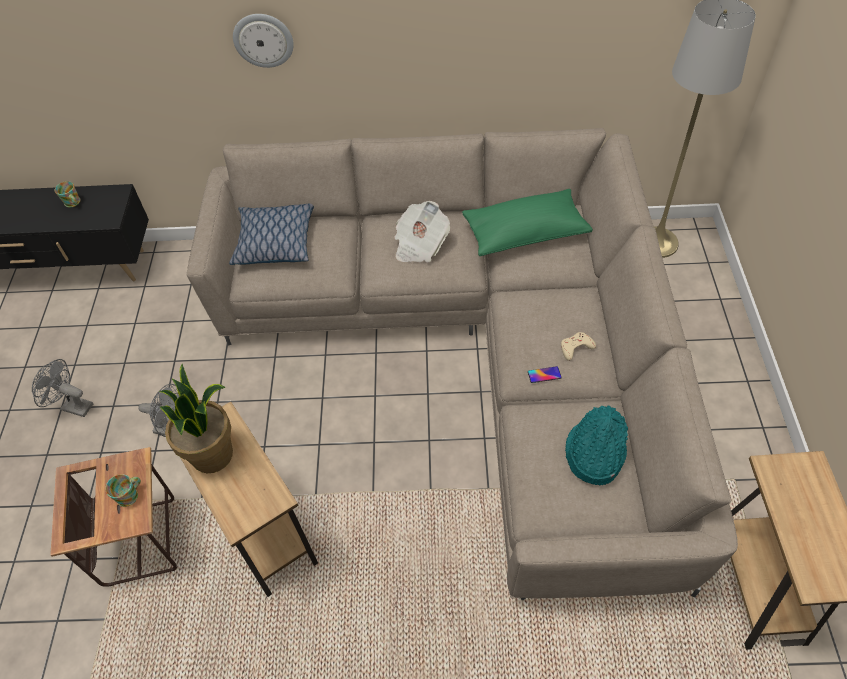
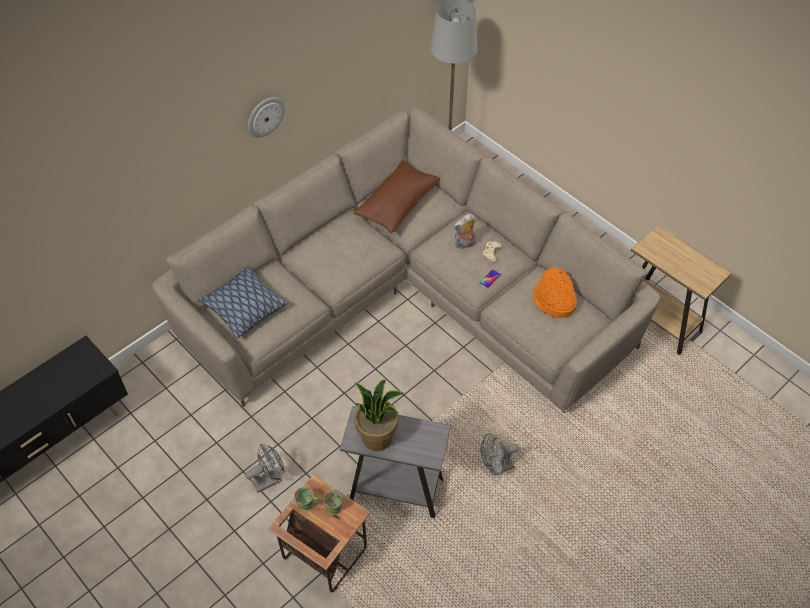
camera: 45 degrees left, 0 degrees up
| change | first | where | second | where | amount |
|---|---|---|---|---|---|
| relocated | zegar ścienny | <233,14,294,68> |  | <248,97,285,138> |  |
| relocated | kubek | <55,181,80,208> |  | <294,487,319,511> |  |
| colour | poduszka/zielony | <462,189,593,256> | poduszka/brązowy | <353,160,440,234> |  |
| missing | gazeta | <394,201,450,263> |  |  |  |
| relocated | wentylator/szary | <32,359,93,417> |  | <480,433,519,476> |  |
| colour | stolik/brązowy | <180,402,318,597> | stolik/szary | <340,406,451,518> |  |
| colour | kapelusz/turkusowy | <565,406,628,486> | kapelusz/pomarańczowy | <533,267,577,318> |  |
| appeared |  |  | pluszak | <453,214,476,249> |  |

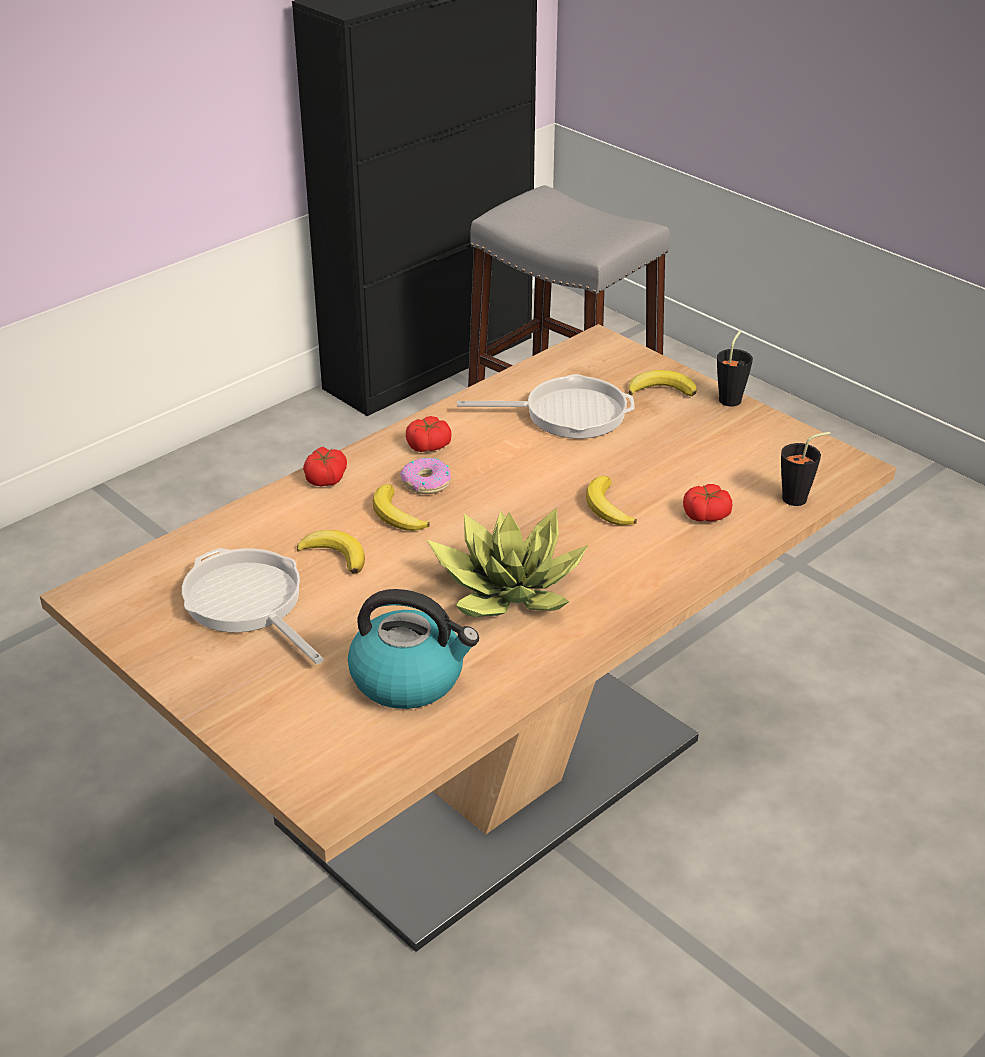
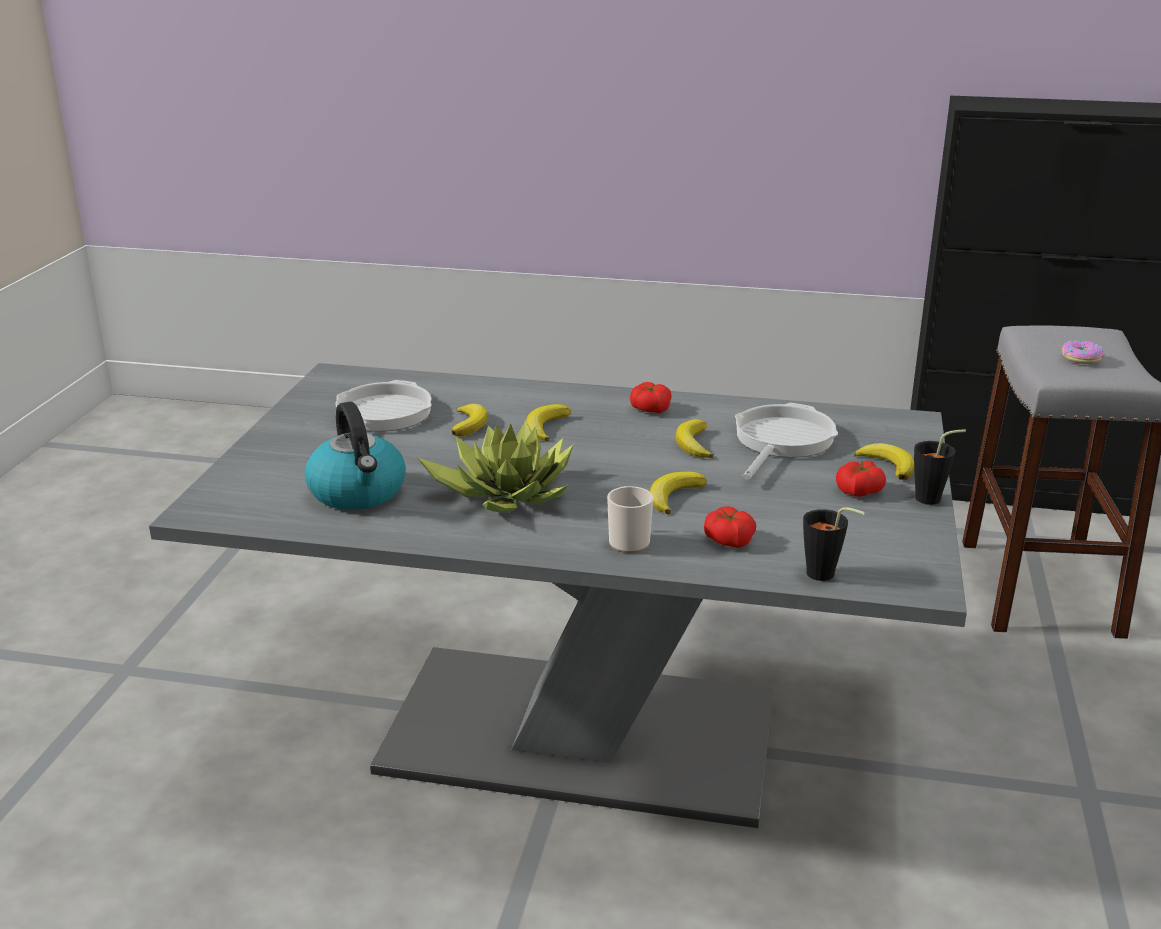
camera: 55 degrees right, 10 degrees down
| change | first | where | second | where | amount |
|---|---|---|---|---|---|
| colour | stół jadalny/brązowy | <40,324,896,952> | stół jadalny/szary | <149,363,967,828> |  |
| spun | patelnia | <457,374,634,439> |  | <735,403,838,479> | 120 degrees counterclockwise |
| relocated | pomidor | <303,447,347,487> |  | <836,461,886,497> |  |
| relocated | donut | <400,458,451,494> |  | <1062,340,1103,364> |  |
| appeared |  |  | banan | <676,419,714,458> |  |
| appeared |  |  | kubek | <607,486,653,553> |  |

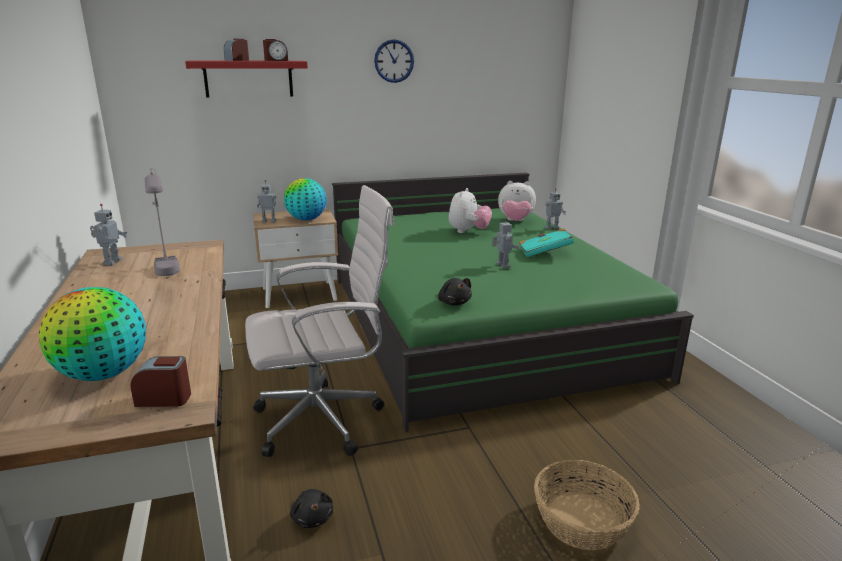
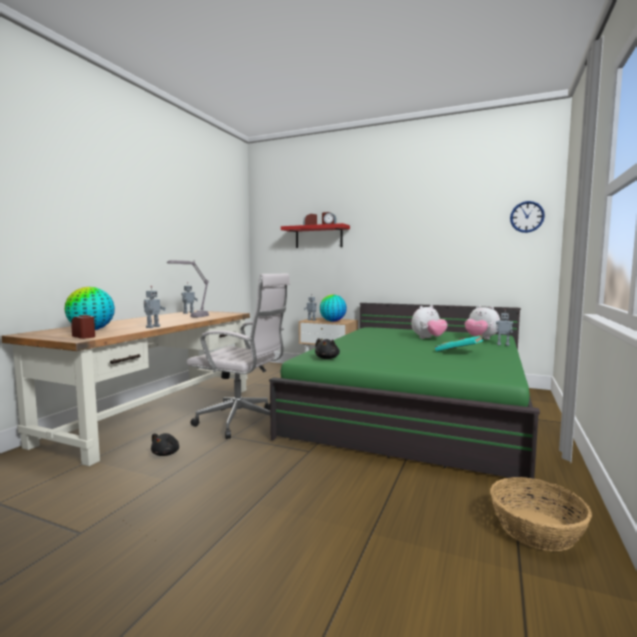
camera: 40 degrees right, 15 degrees down
| change | first | where | second | where | amount |
|---|---|---|---|---|---|
| relocated | zegar ścienny | <374,39,414,83> |  | <510,201,545,233> |  |
| relocated | robot zabawkowy | <492,218,519,269> |  | <144,286,166,328> |  |
| relocated | koszyk | <534,460,640,550> |  | <490,477,592,551> |  |

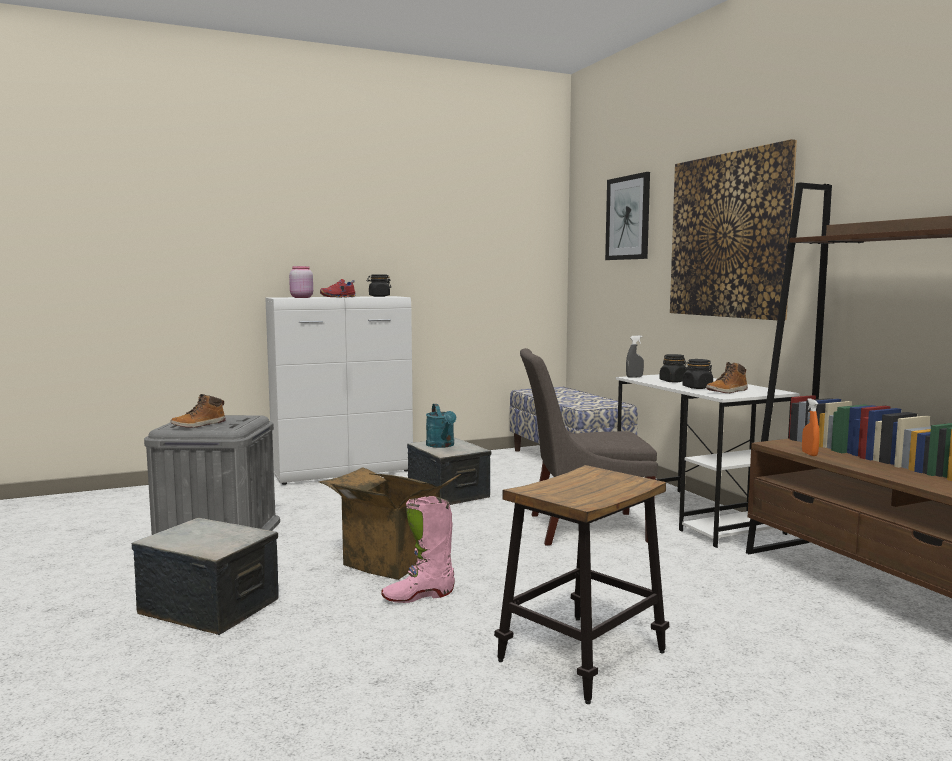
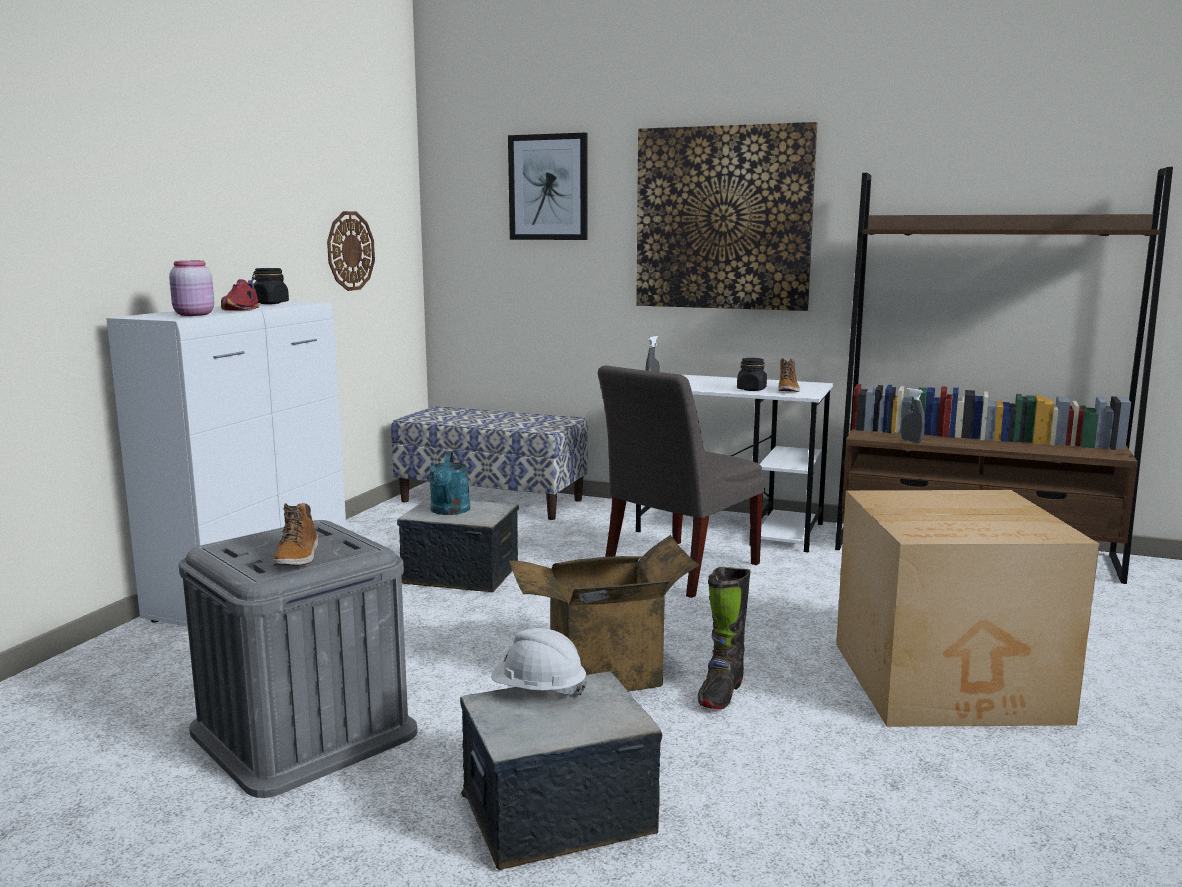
camera: 45 degrees left, 5 degrees up
| change | first | where | second | where | amount |
|---|---|---|---|---|---|
| missing | słoik/czarny | <659,354,687,382> |  |  |  |
| colour | spryskiwacz/pomarańczowy | <802,398,820,456> | spryskiwacz/szary | <901,388,925,442> |  |
| spun | konewka/turkusowy | <426,404,456,448> |  | <429,451,470,515> | 60 degrees clockwise |
| exchanged | stołek | <494,465,669,704> | karton | <836,490,1099,727> |  |
| colour | but z cholewką/różowy | <381,496,455,603> | but z cholewką/czarny | <698,567,751,709> |  |
| appeared |  |  | zegar ścienny | <327,211,375,291> |  |
| appeared |  |  | kask/biały | <491,628,588,695> |  |

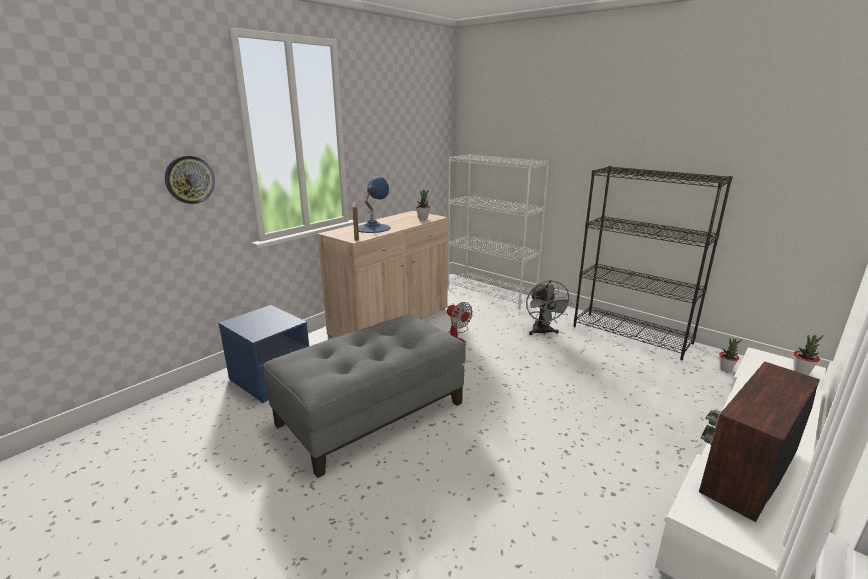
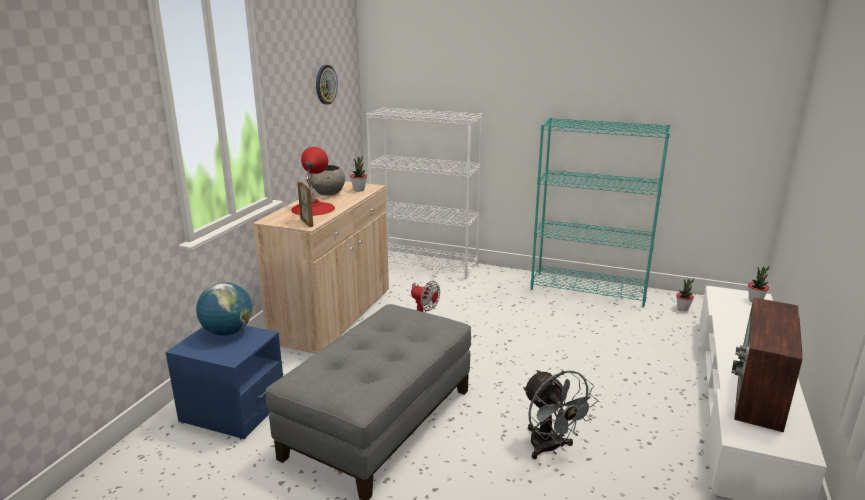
camera: 20 degrees left, 0 degrees up
| change | first | where | second | where | amount |
|---|---|---|---|---|---|
| relocated | zegar ścienny | <165,156,215,204> |  | <316,65,338,105> |  |
| colour | regał/czarny | <573,166,733,360> | regał/turkusowy | <531,118,670,307> |  |
| colour | lampa stołowa/niebieski | <358,176,391,233> | lampa stołowa/czerwony | <291,147,335,216> |  |
| relocated | wentylator/szary | <526,280,573,335> |  | <523,370,598,459> |  |
| appeared |  |  | miska/szary | <309,165,345,196> |  |
| appeared |  |  | globus | <196,282,252,336> |  |

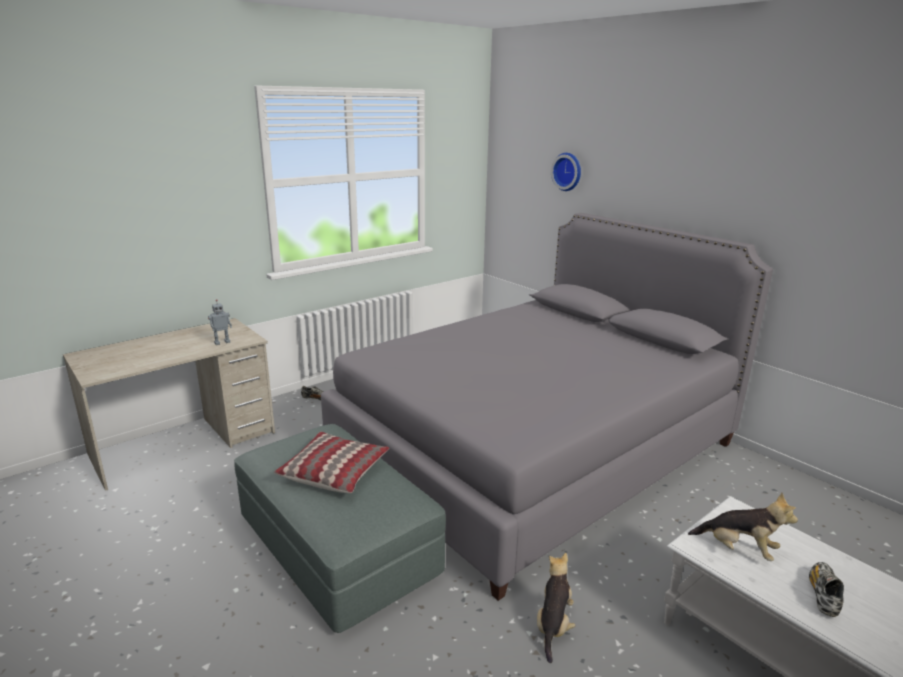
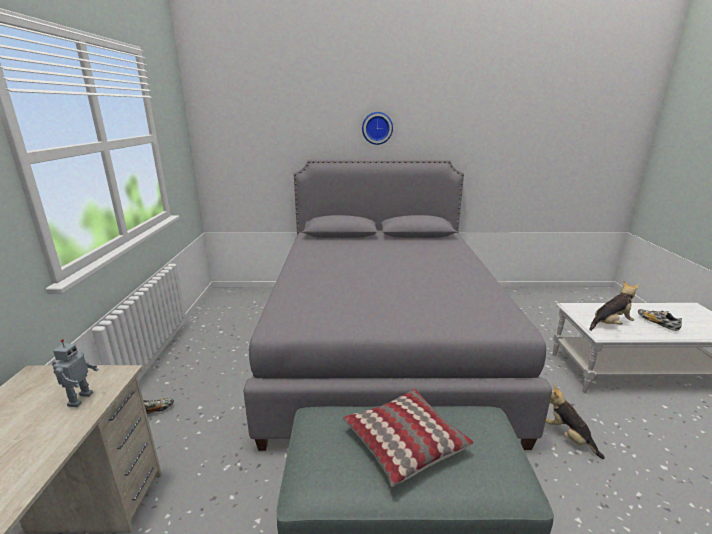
camera: 50 degrees left, 0 degrees up
| change | first | where | second | where | amount |
|---|---|---|---|---|---|
| relocated | zegar ścienny | <551,153,581,191> |  | <362,112,393,145> |  |

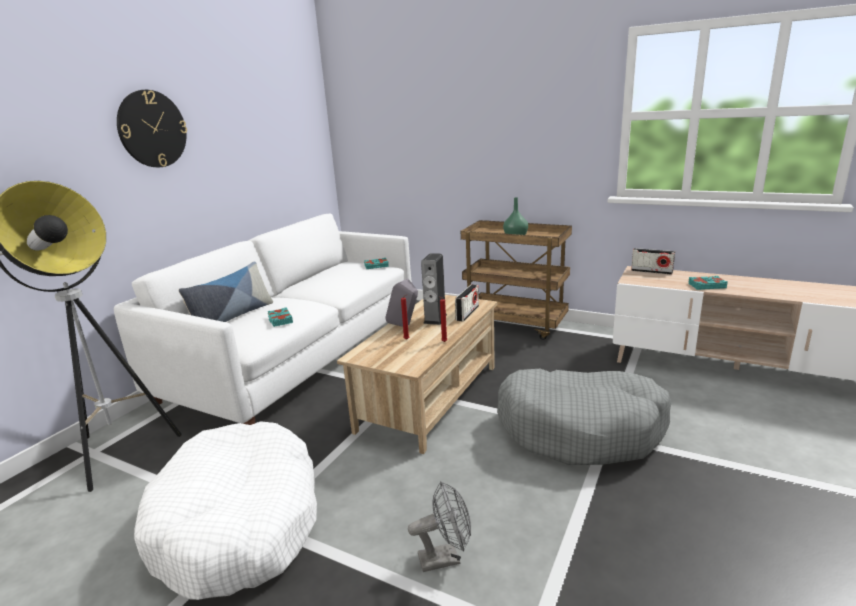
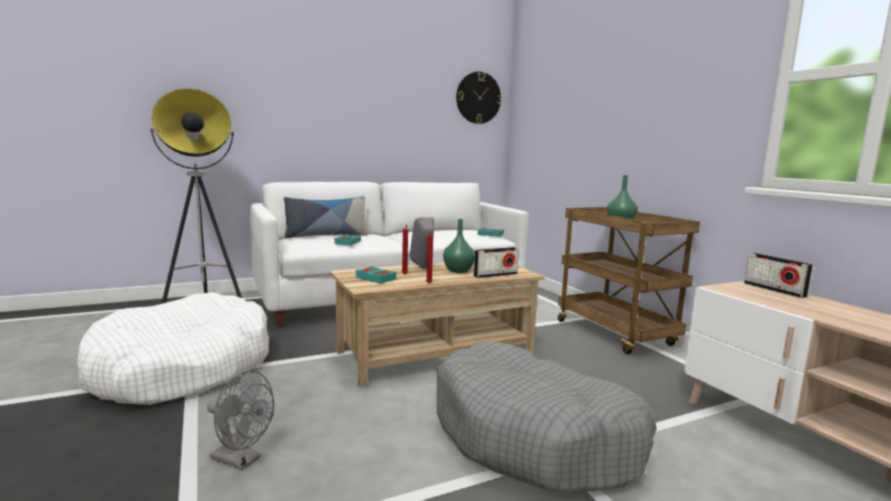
camera: 35 degrees right, 10 degrees down
| change | first | where | second | where | amount |
|---|---|---|---|---|---|
| relocated | zegar ścienny | <117,90,187,167> |  | <456,72,502,124> |  |
| exchanged | głośnik | <421,253,447,325> | wazon/zielony | <443,219,475,273> |  |
| relocated | książka/turkusowy | <688,276,728,290> |  | <356,266,397,284> |  |

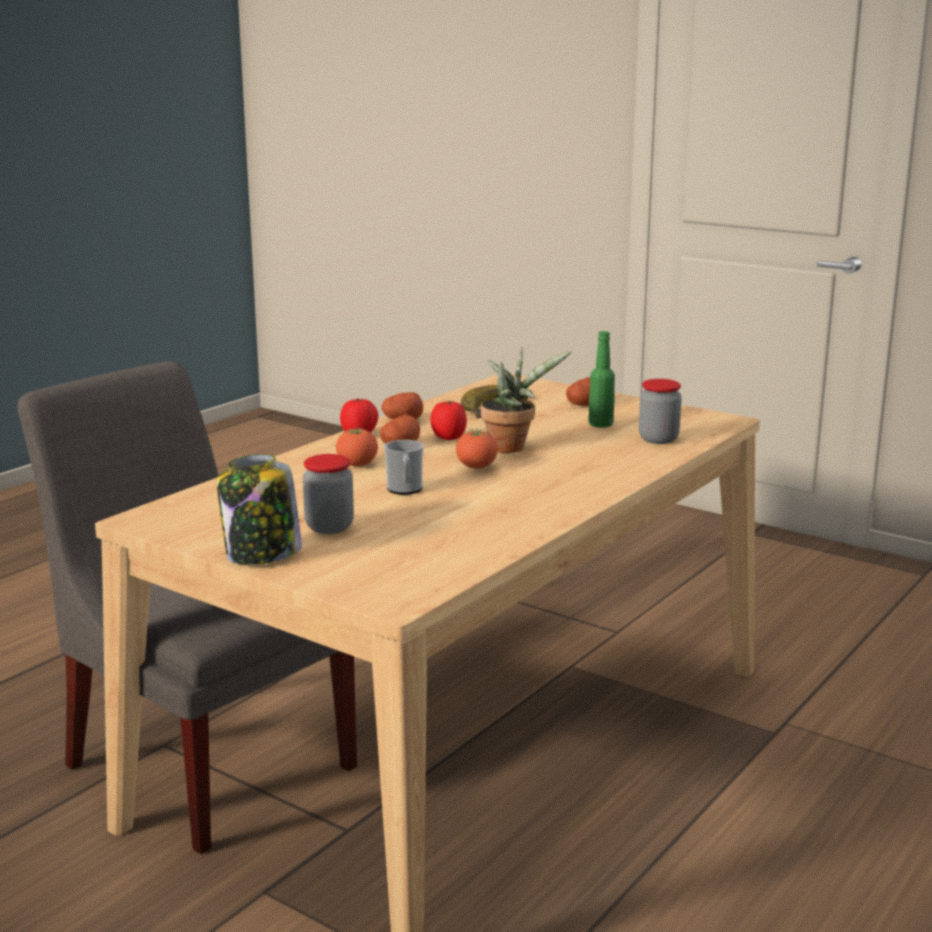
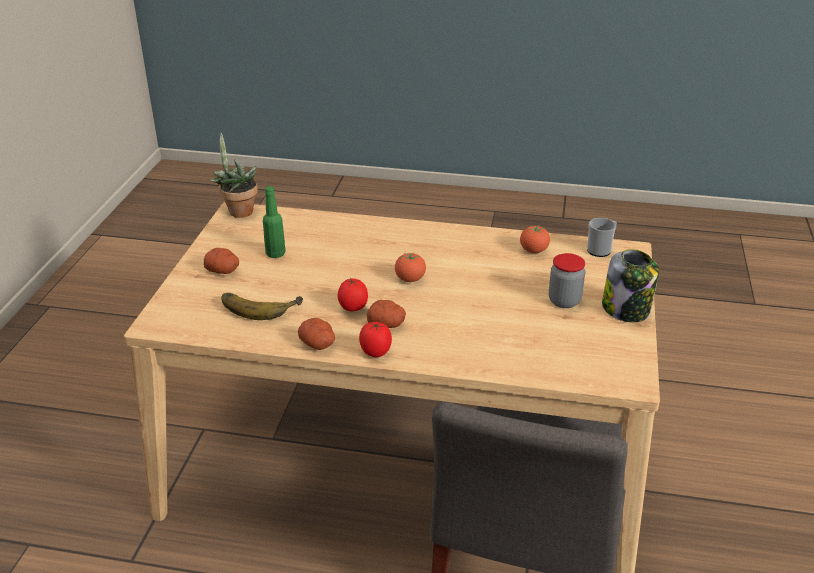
camera: 115 degrees left, 15 degrees up
| change | first | where | second | where | amount |
|---|---|---|---|---|---|
| relocated | roślina doniczkowa | <481,347,572,453> |  | <210,133,258,218> |  |
| missing | słoik | <639,379,682,444> |  |  |  |
| relocated | pomidor | <336,426,378,466> |  | <520,225,550,253> |  |
| relocated | kubek | <384,440,424,495> |  | <587,218,617,257> |  |

